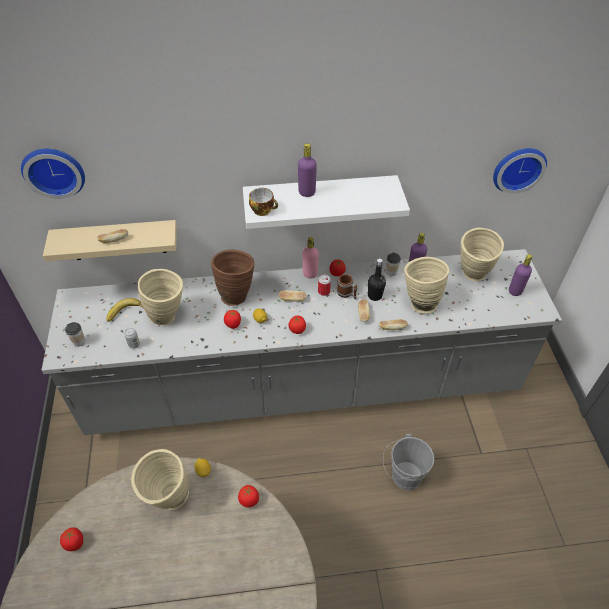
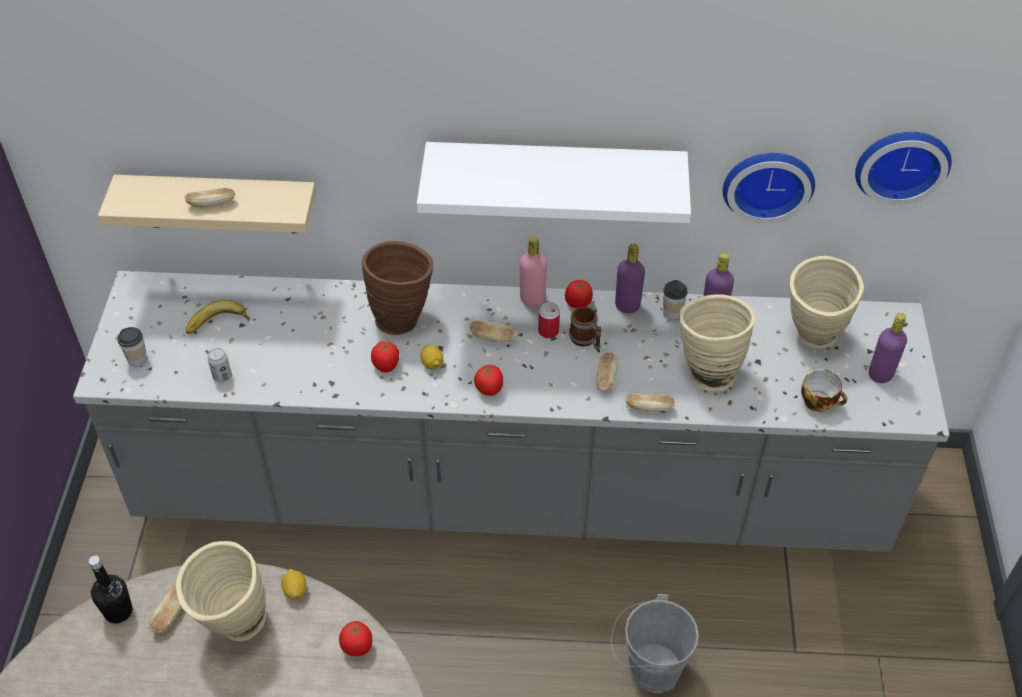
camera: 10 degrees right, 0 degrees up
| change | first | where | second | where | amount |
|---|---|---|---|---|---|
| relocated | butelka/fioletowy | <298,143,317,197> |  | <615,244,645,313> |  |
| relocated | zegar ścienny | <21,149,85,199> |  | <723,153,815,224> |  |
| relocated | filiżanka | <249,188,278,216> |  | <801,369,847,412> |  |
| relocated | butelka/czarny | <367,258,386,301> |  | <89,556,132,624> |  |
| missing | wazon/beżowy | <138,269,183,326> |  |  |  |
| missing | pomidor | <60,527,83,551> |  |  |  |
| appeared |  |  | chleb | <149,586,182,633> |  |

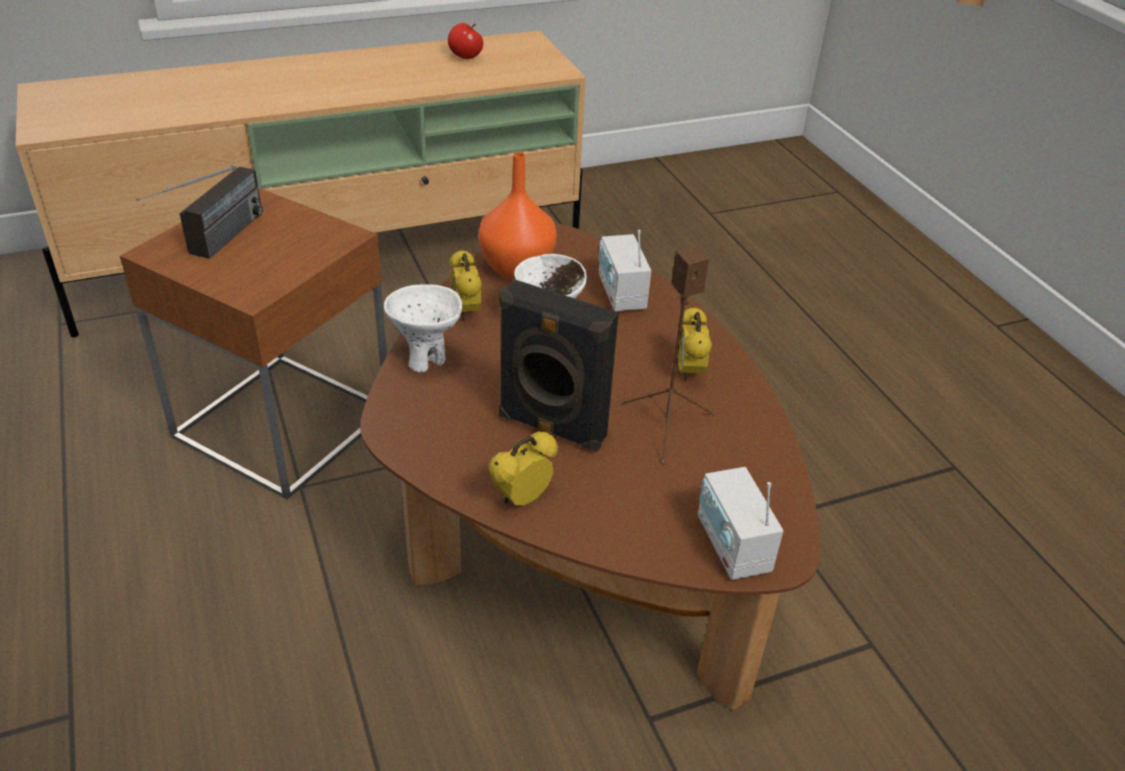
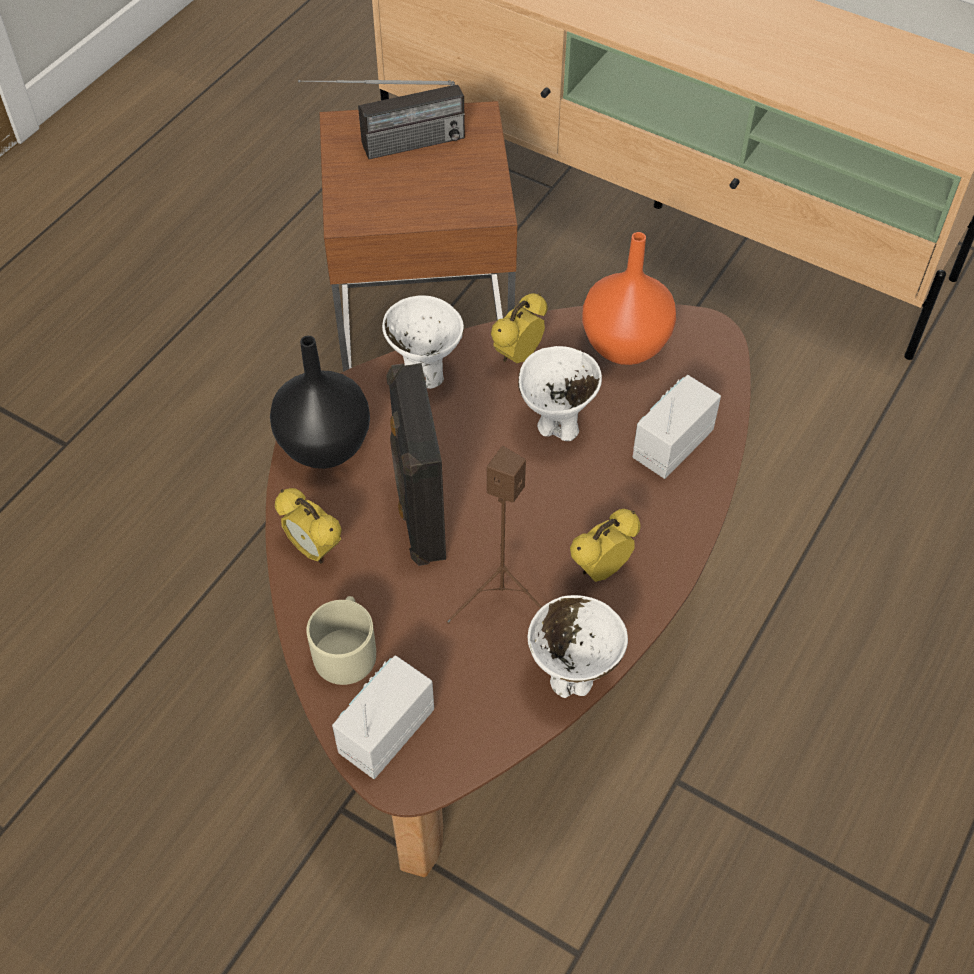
camera: 55 degrees right, 15 degrees up
| change | first | where | second | where | amount |
|---|---|---|---|---|---|
| missing | jabłko | <448,23,483,59> |  |  |  |
| spun | budzik | <488,432,558,505> |  | <275,488,342,564> | 150 degrees counterclockwise |
| appeared |  |  | wazon/czarny | <270,336,370,469> |  |
| appeared |  |  | miska/biały | <527,595,628,698> |  |
| appeared |  |  | kubek/beżowy | <306,596,376,685> |  |

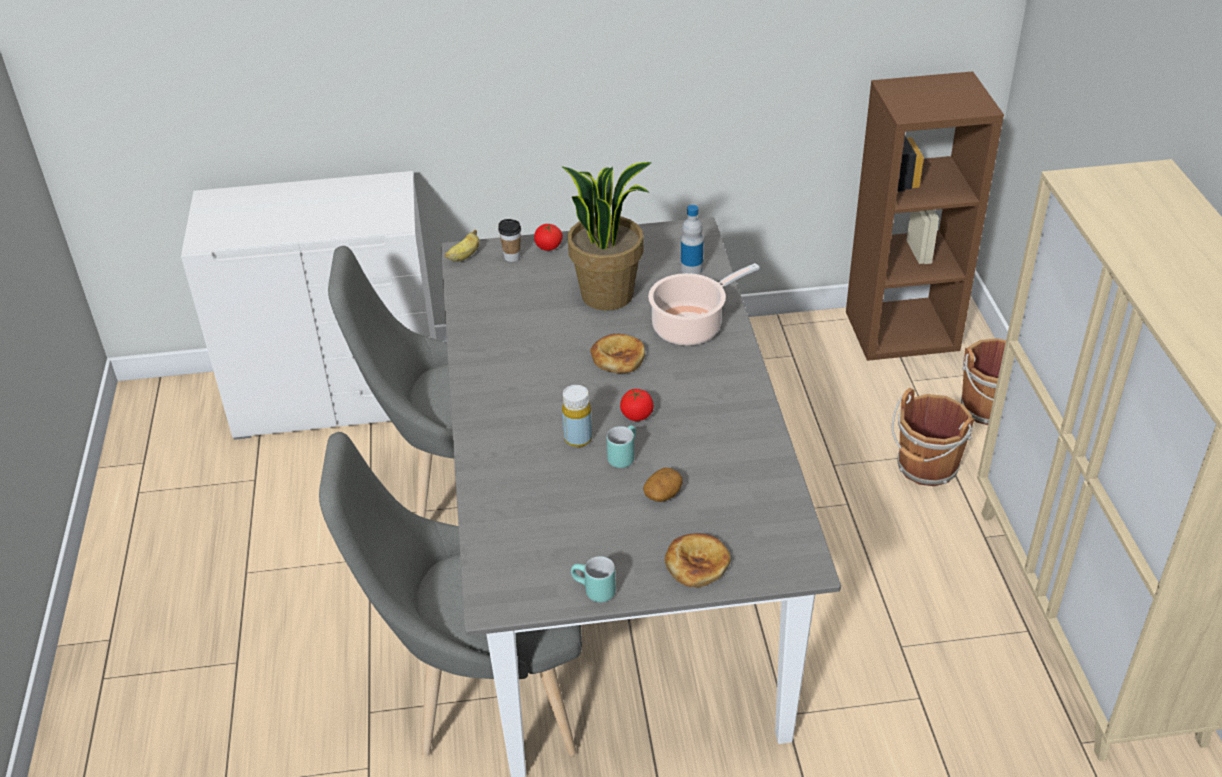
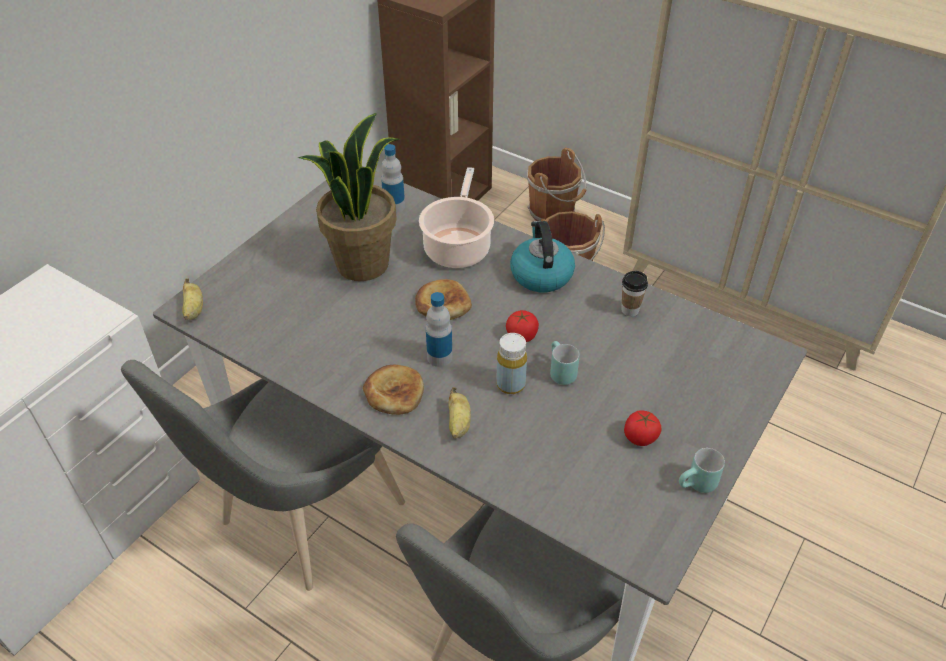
camera: 50 degrees left, 5 degrees up
| change | first | where | second | where | amount |
|---|---|---|---|---|---|
| relocated | filiżanka | <498,219,521,262> |  | <621,271,648,316> |  |
| relocated | pomidor | <534,224,563,251> |  | <624,410,661,446> |  |
| missing | ziemniak | <643,467,682,502> |  |  |  |
| relocated | chleb | <665,533,731,588> |  | <363,365,424,415> |  |
| appeared |  |  | czajnik | <510,221,575,292> |  |
| appeared |  |  | butelka | <426,292,453,367> |  |
| appeared |  |  | banan | <449,387,471,438> |  |

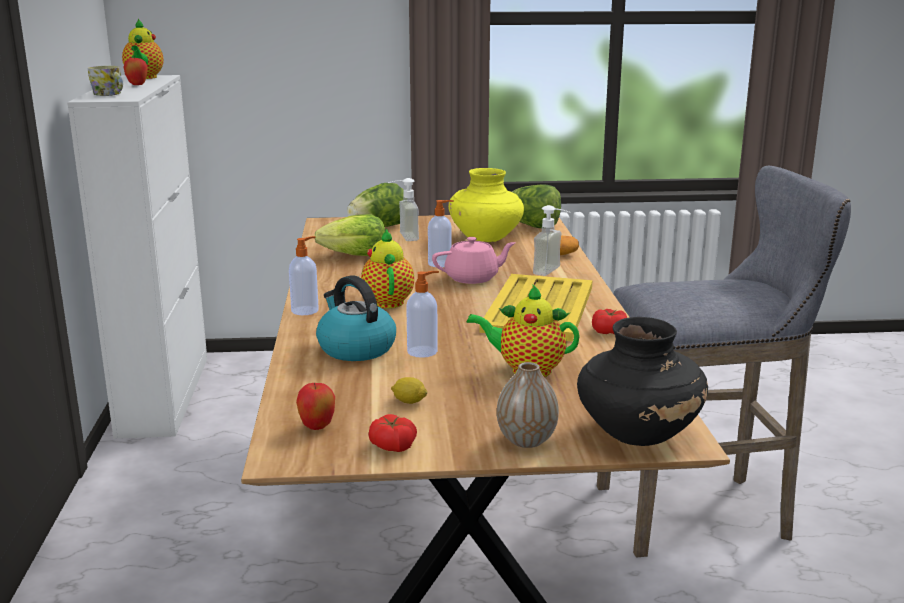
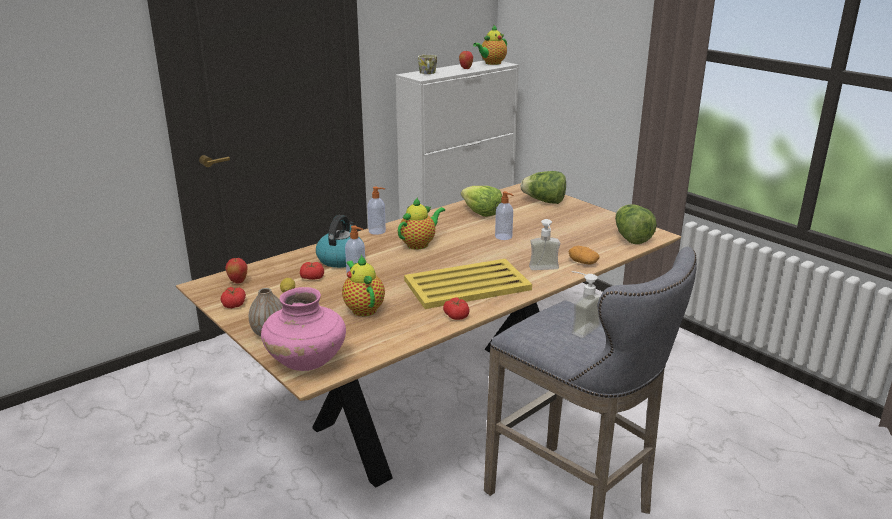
camera: 55 degrees right, 5 degrees up
| change | first | where | second | where | amount |
|---|---|---|---|---|---|
| missing | wazon/żółty | <448,168,524,242> |  |  |  |
| relocated | dozownik mydła | <388,178,419,241> |  | <572,271,601,338> |  |
| missing | imbryk/różowy | <432,237,516,284> |  |  |  |
| colour | wazon/czarny | <577,317,708,446> | wazon/różowy | <261,287,346,371> |  |
| appeared |  |  | pomidor | <300,262,324,280> |  |

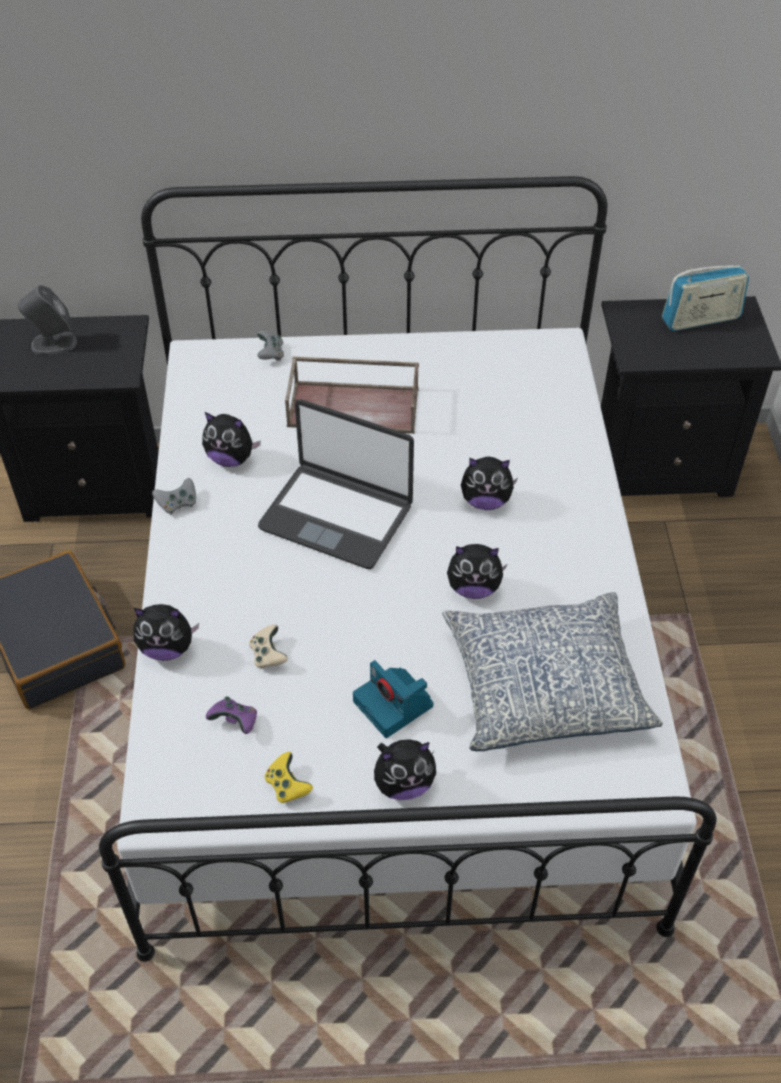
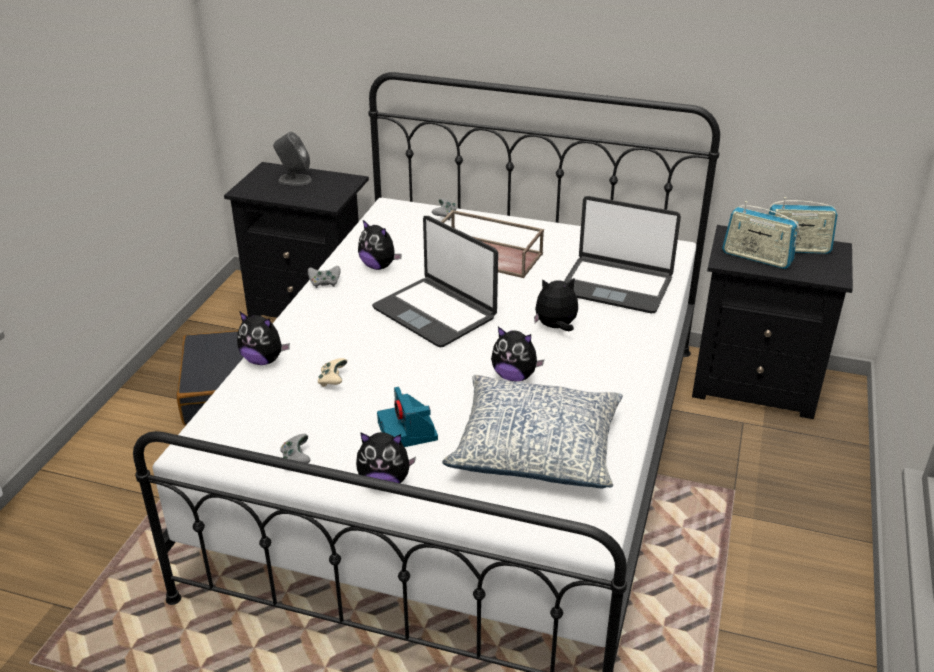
camera: 20 degrees right, 15 degrees down
| change | first | where | second | where | amount |
|---|---|---|---|---|---|
| spun | pluszak | <461,457,518,510> |  | <534,277,578,331> | 150 degrees clockwise |
| missing | pad do gier/fioletowy | <206,697,257,734> |  |  |  |
| colour | pad do gier/żółty | <265,752,313,803> | pad do gier/szary | <280,434,310,463> |  |
| appeared |  |  | laptop | <564,196,681,313> |  |
| appeared |  |  | radio | <722,201,799,269> |  |

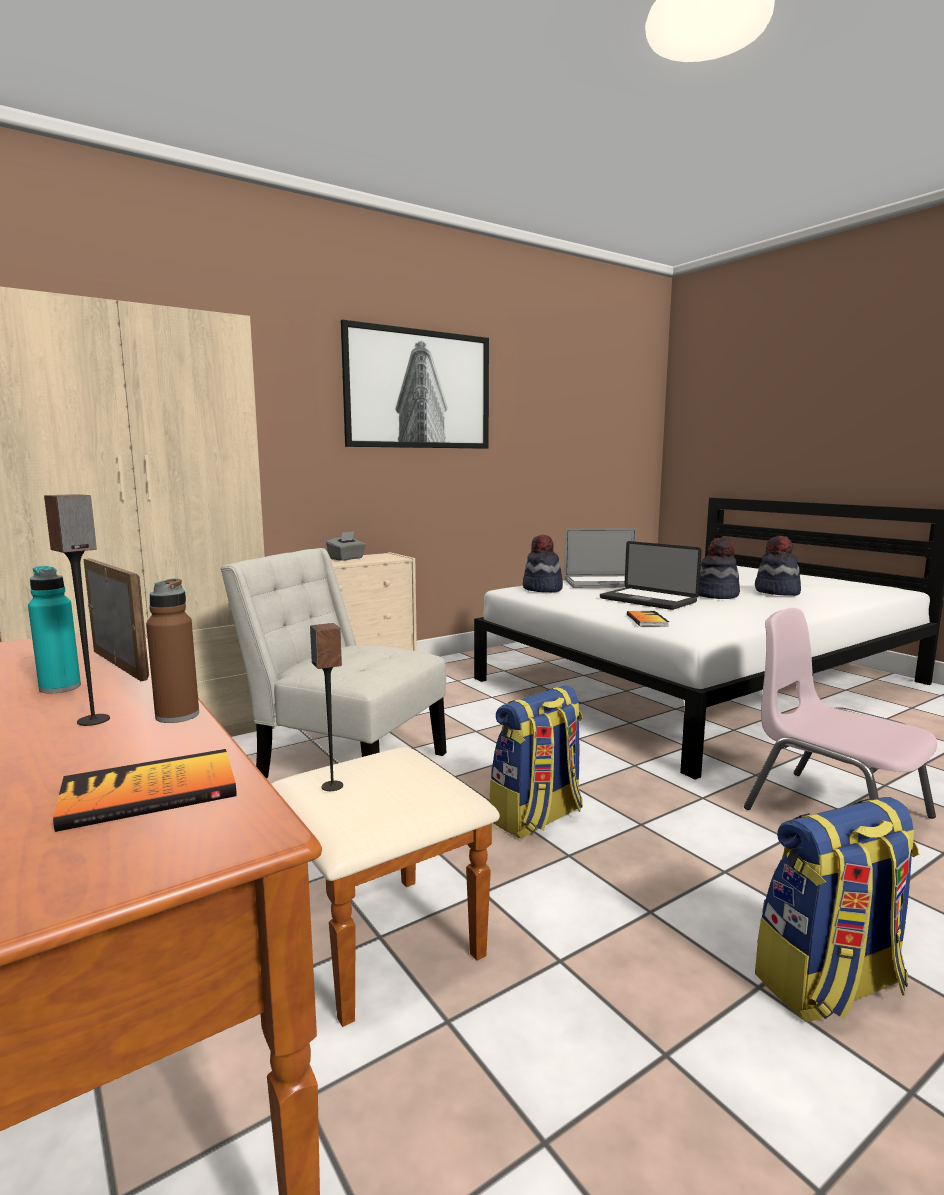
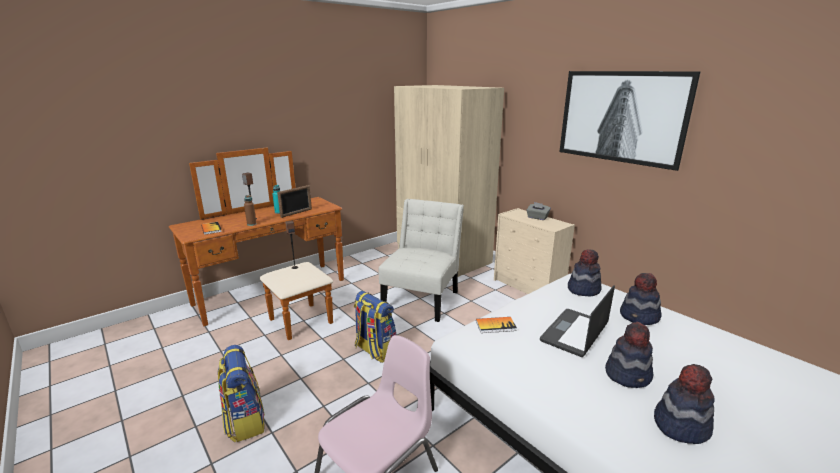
camera: 85 degrees right, 10 degrees up
| change | first | where | second | where | amount |
|---|---|---|---|---|---|
| exchanged | laptop | <564,528,637,588> | kapelusz | <620,273,662,325> |  |

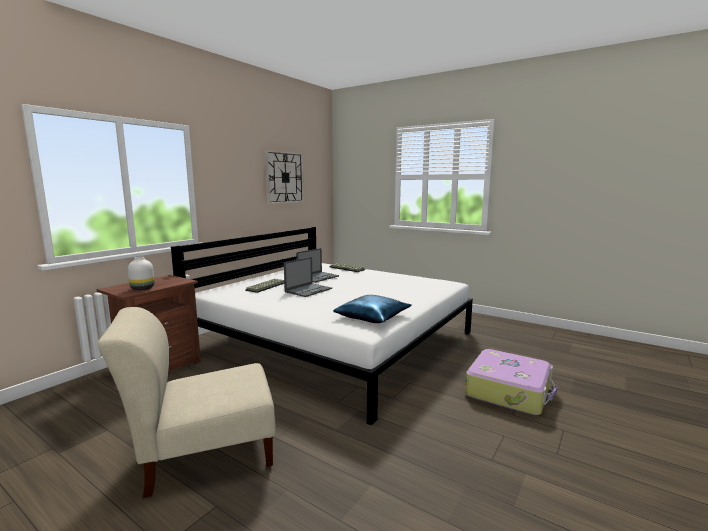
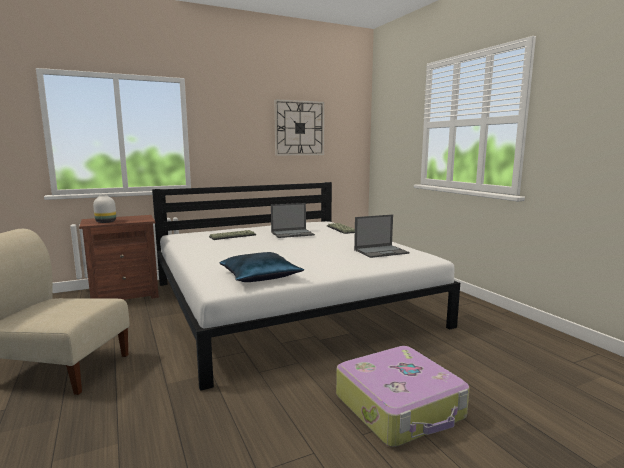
camera: 30 degrees right, 0 degrees up
| change | first | where | second | where | amount |
|---|---|---|---|---|---|
| relocated | laptop | <284,257,332,297> |  | <354,215,409,258> |  |

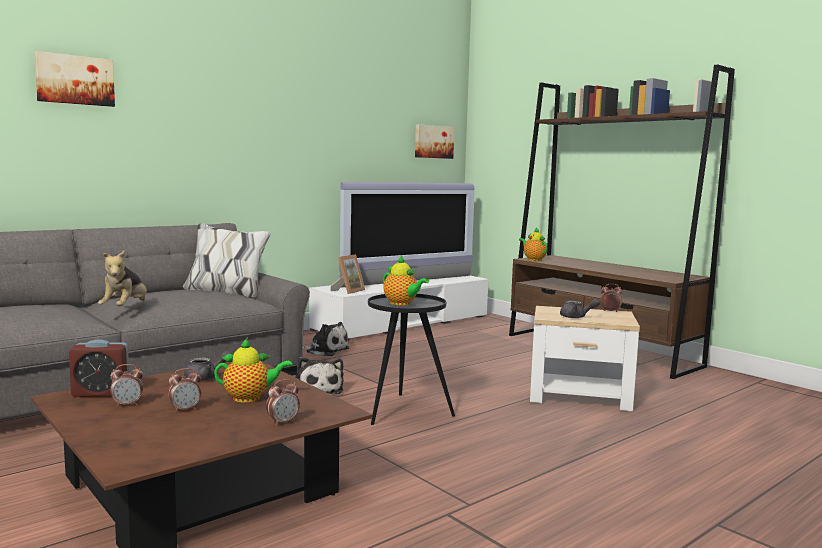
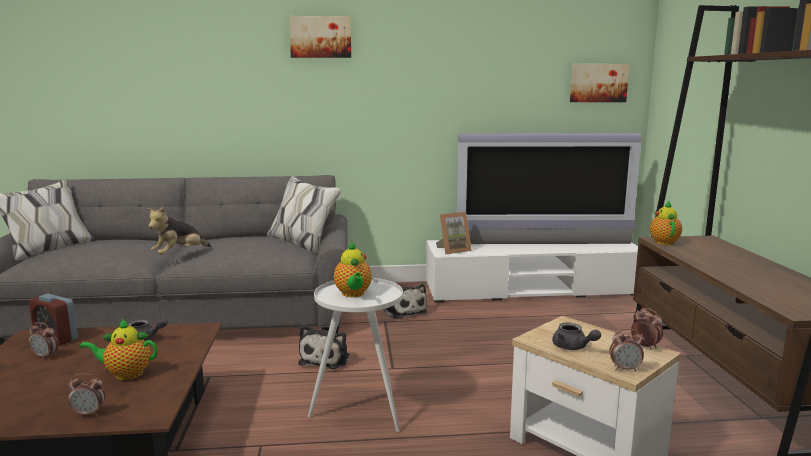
camera: 35 degrees right, 5 degrees up
| change | first | where | second | where | amount |
|---|---|---|---|---|---|
| relocated | obraz | <34,51,115,107> |  | <289,16,351,58> |  |
| colour | stolik/czarny | <368,294,455,425> | stolik/biały | <308,278,403,432> |  |
| spun | imbryk | <214,339,292,402> |  | <79,318,158,380> | 150 degrees clockwise |
| relocated | budzik | <168,368,201,412> |  | <609,328,645,372> |  |

